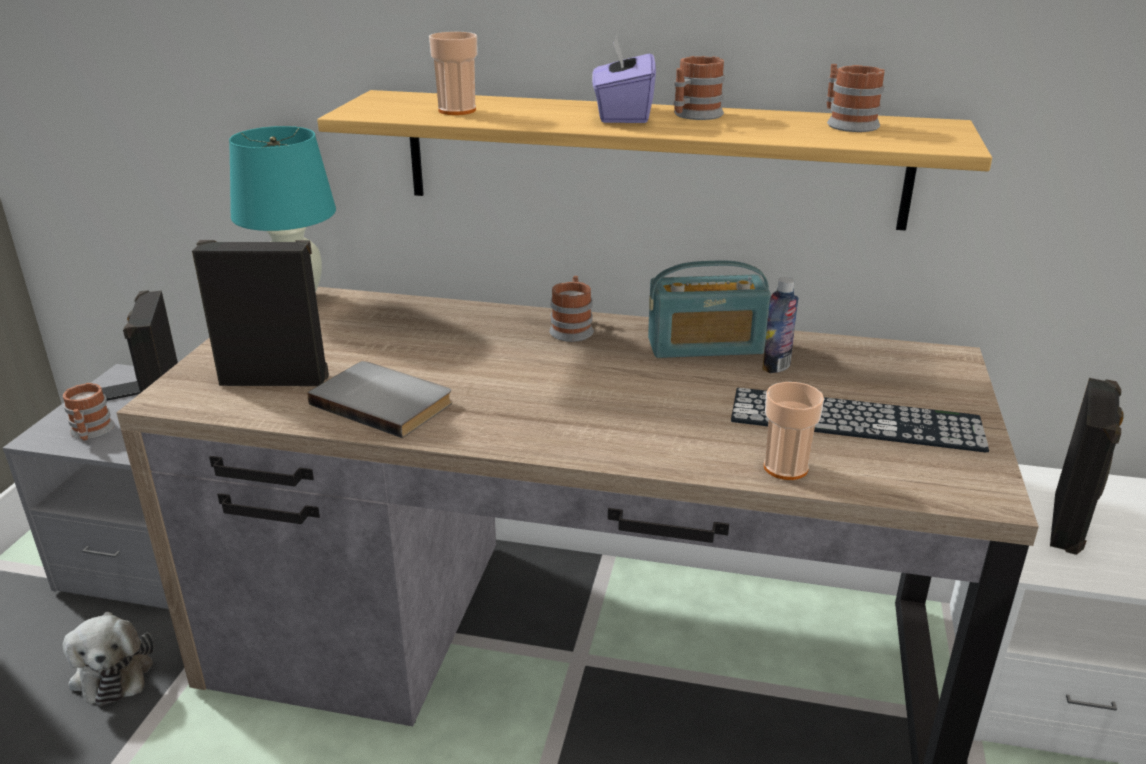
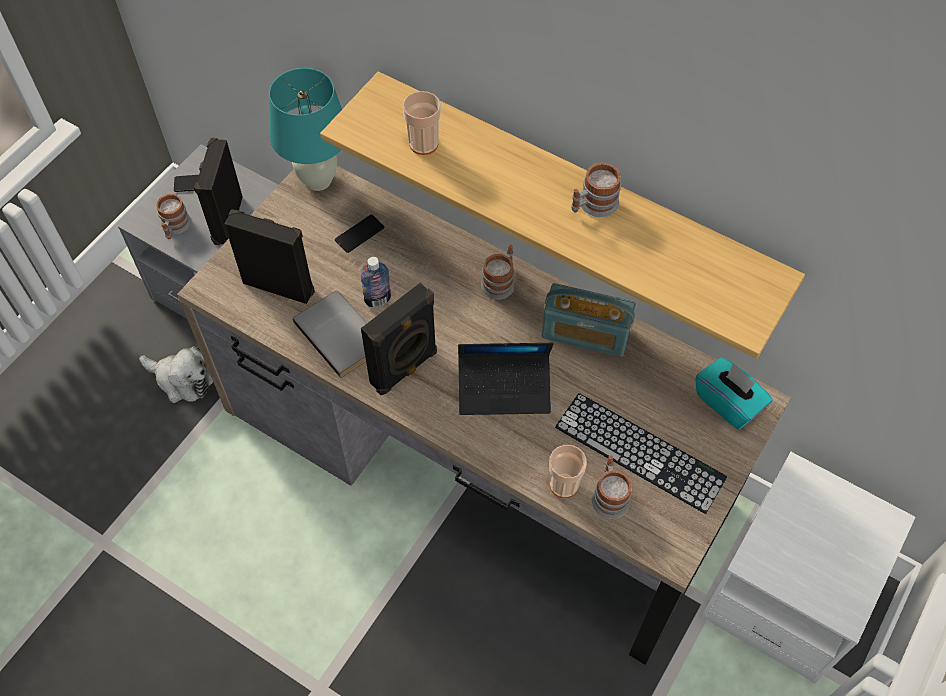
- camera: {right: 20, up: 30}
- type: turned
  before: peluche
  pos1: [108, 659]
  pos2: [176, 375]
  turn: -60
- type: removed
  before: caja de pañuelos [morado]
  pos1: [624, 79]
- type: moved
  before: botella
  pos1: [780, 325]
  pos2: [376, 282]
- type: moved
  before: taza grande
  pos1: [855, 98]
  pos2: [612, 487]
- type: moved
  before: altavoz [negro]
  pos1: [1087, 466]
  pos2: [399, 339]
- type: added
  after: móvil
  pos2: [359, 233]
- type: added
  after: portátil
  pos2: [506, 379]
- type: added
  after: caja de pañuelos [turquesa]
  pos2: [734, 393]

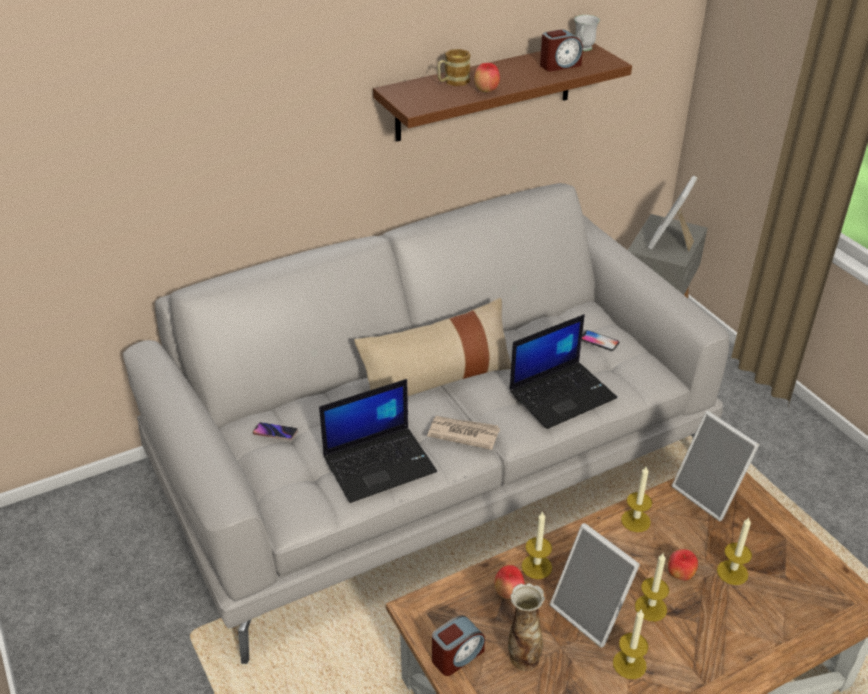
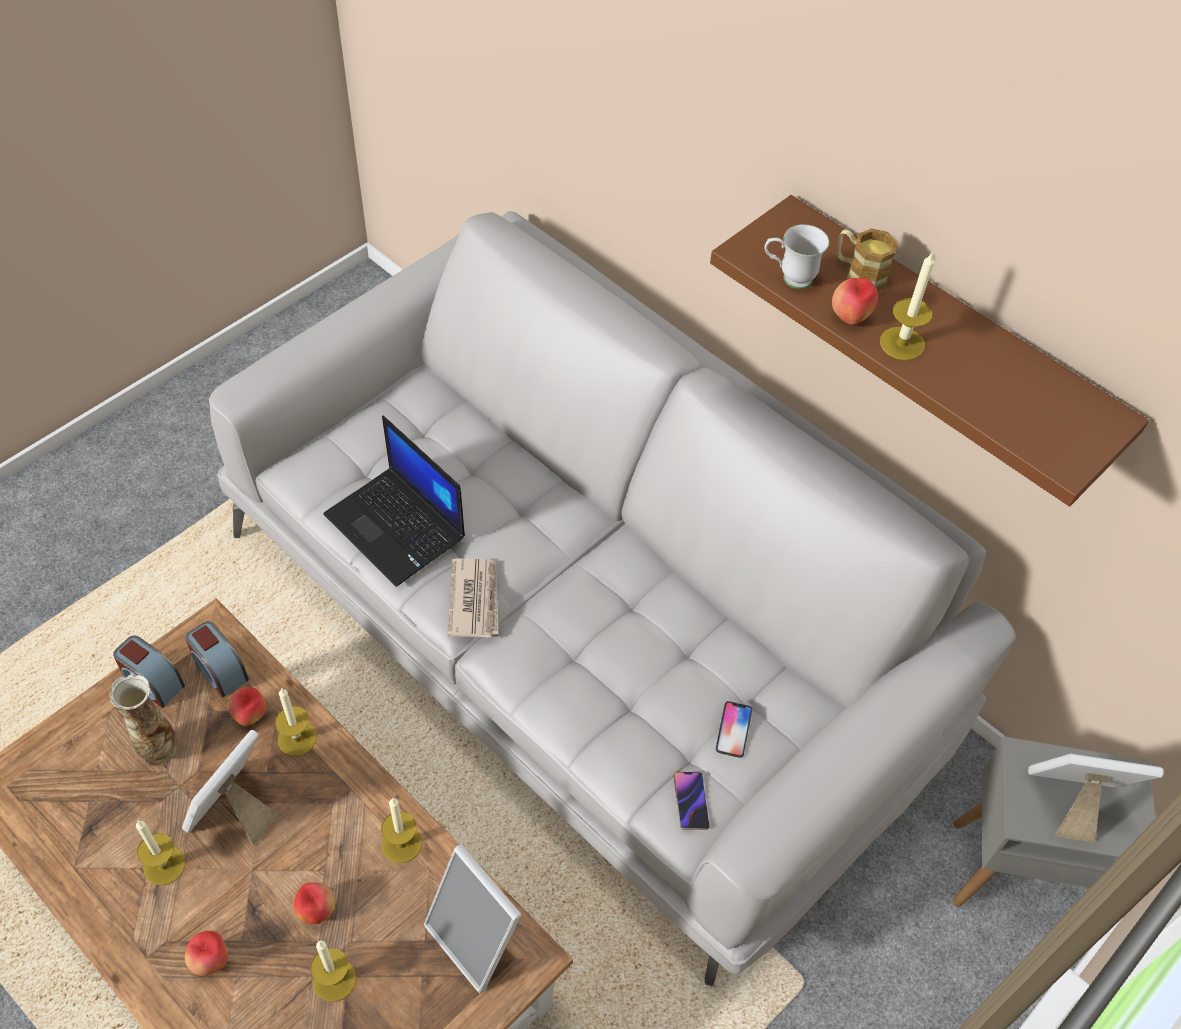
- camera: {right: 70, up: 15}
- type: moved
  before: móvil
  pos1: [275, 431]
  pos2: [691, 800]
- type: removed
  before: cojín [beis]
  pos1: [432, 347]
- type: removed
  before: portátil
  pos1: [563, 371]
- type: moved
  before: despertador
  pos1: [561, 50]
  pos2: [217, 659]
- type: moved
  before: taza grande [blanco]
  pos1: [587, 33]
  pos2: [796, 256]
- type: moved
  before: vela
  pos1: [652, 587]
  pos2: [907, 307]
- type: turned
  before: portarretratos
  pos1: [715, 466]
  pos2: [473, 919]
  turn: -75
- type: added
  after: manzana
  pos2: [206, 953]

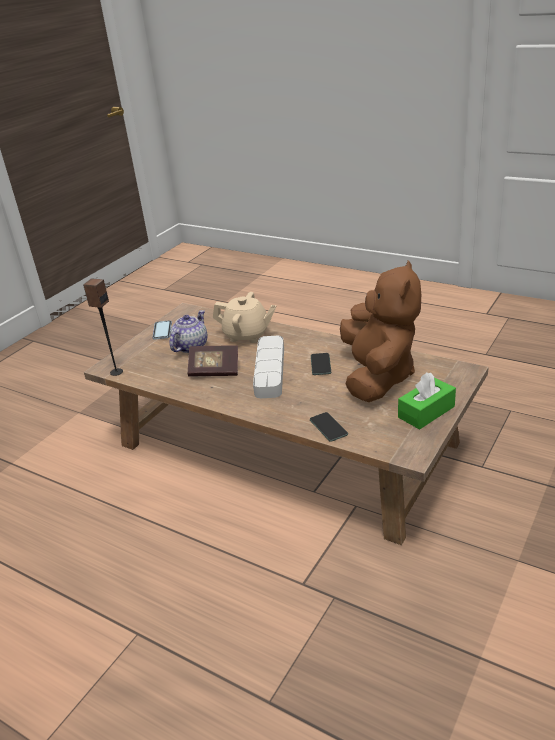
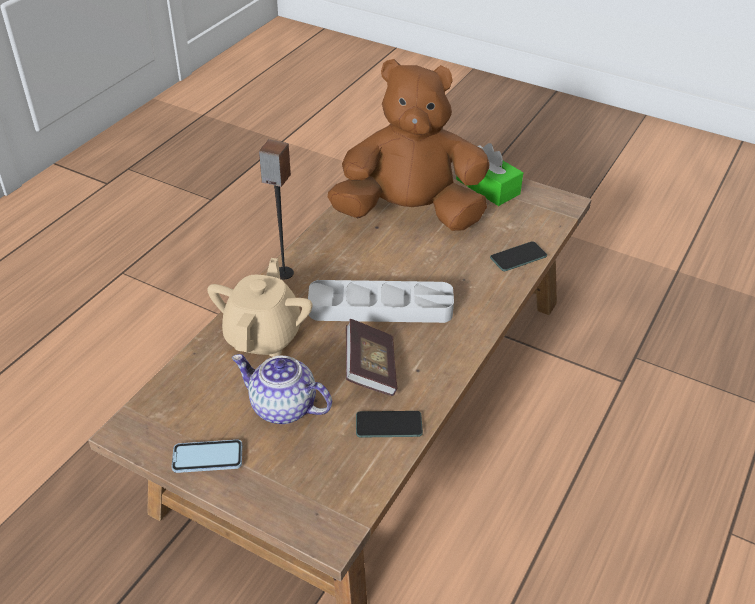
- camera: {right: -95, up: 10}
- type: moved
  before: altavoz
  pos1: [103, 327]
  pos2: [276, 209]
- type: moved
  before: móvil
  pos1: [321, 364]
  pos2: [389, 424]

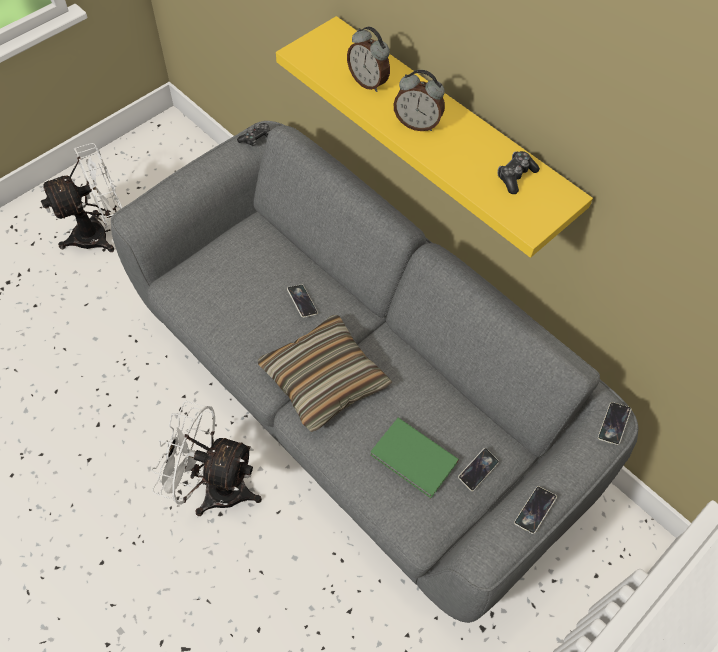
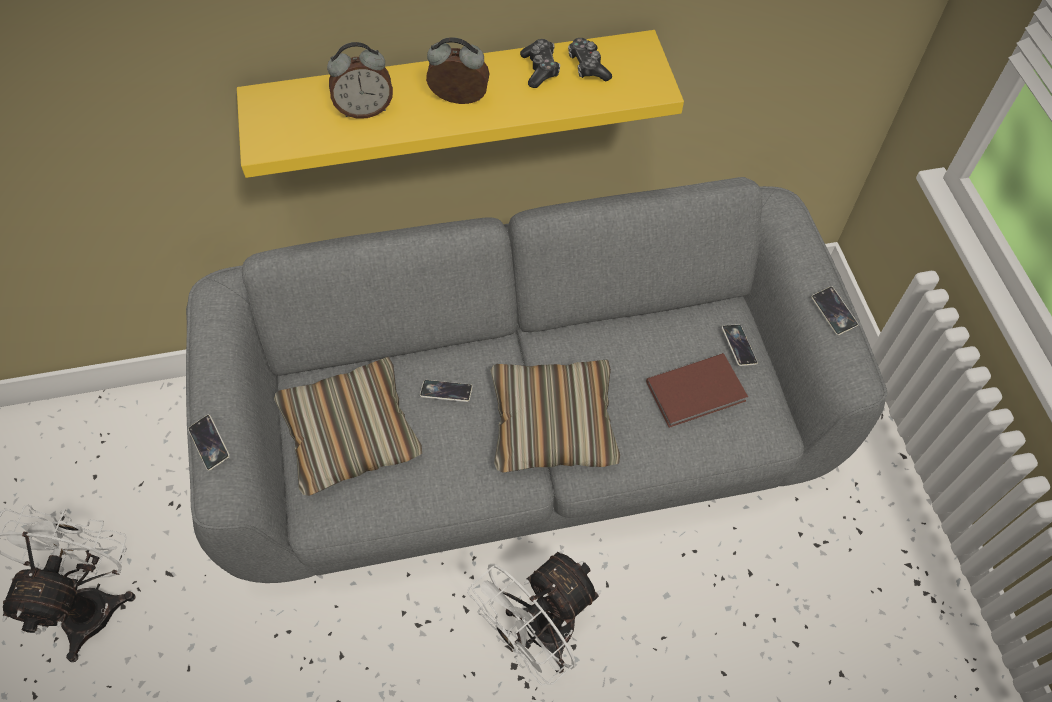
- camera: {right: -55, up: 0}
- type: moved
  before: mando de consola
  pos1: [253, 134]
  pos2: [540, 63]
- type: recoloured
  before: libro [verde]
  after: libro [marrón]
  pos1: [414, 457]
  pos2: [697, 390]
- type: turned
  before: despertador
  pos1: [419, 100]
  pos2: [458, 70]
  turn: -135
- type: moved
  before: móvil
  pos1: [614, 423]
  pos2: [209, 443]
- type: added
  after: cojín
  pos2: [348, 426]

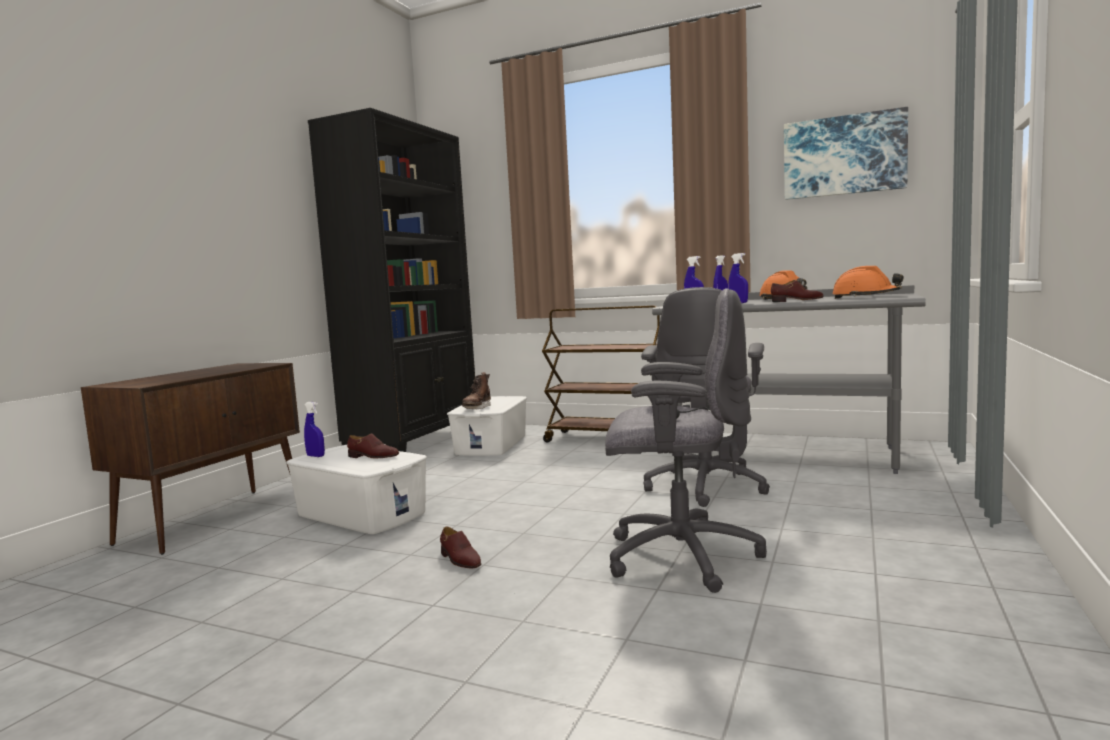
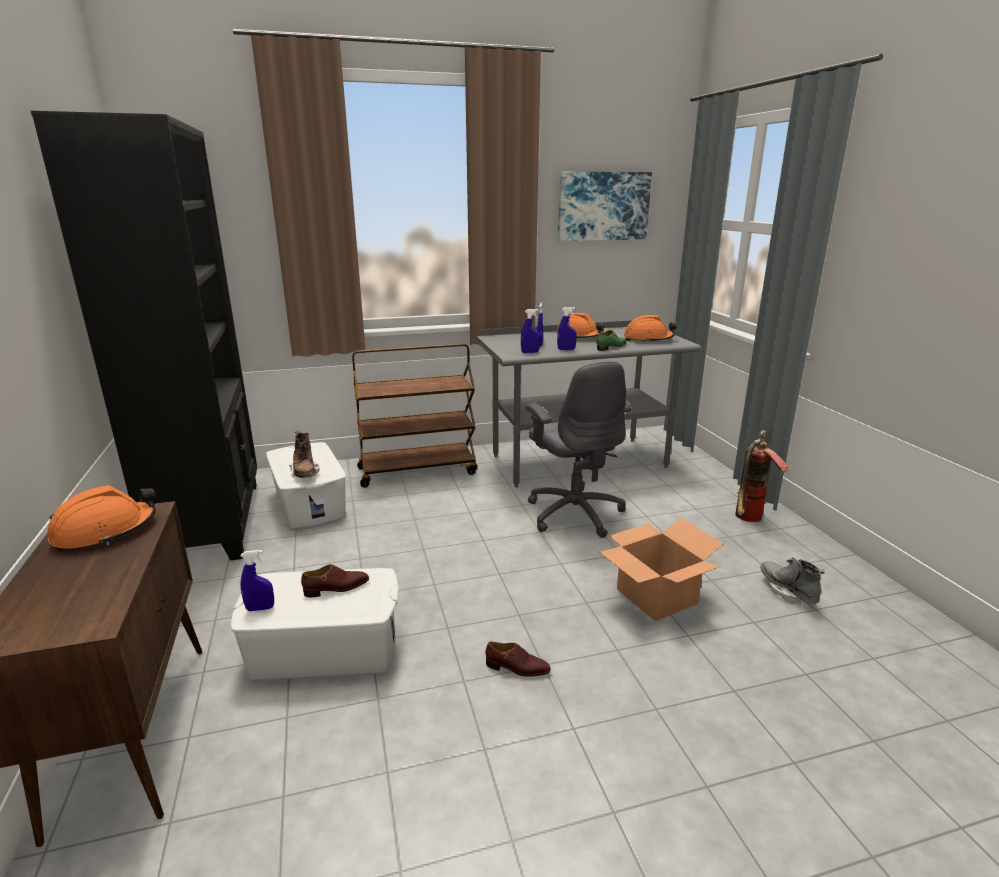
- camera: {right: -40, up: 15}
- type: replaced
  before: silla de oficina [gris]
  after: caja de cartón
  pos1: [686, 440]
  pos2: [661, 569]
- type: recoloured
  before: zapato [marrón]
  after: zapato [verde]
  pos1: [797, 291]
  pos2: [611, 340]
- type: added
  after: casco [naranja]
  pos2: [102, 518]
- type: added
  after: extintor
  pos2: [762, 476]
- type: added
  after: bota [gris]
  pos2: [792, 581]

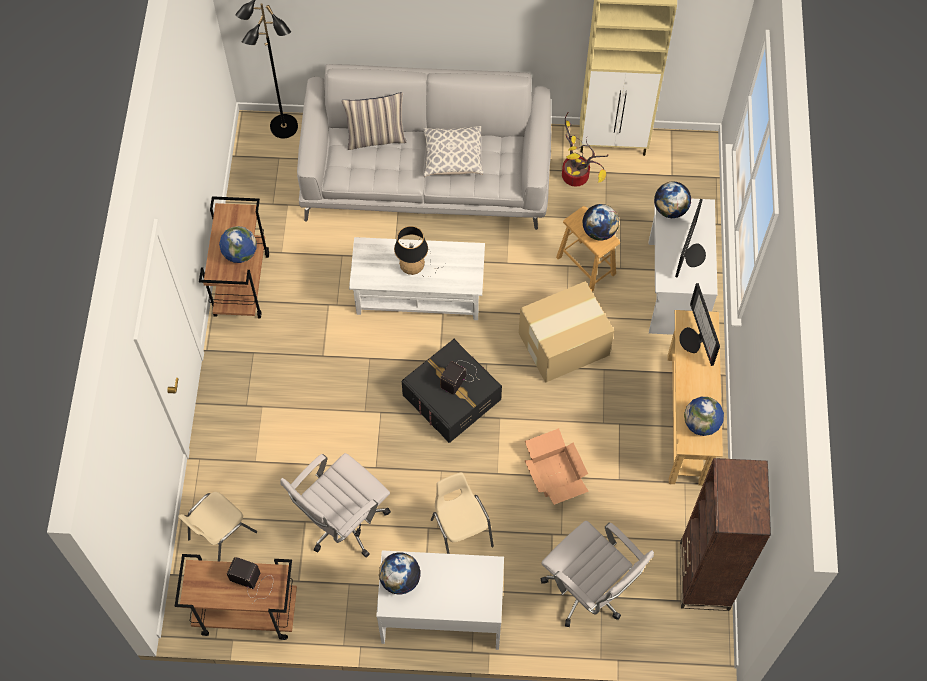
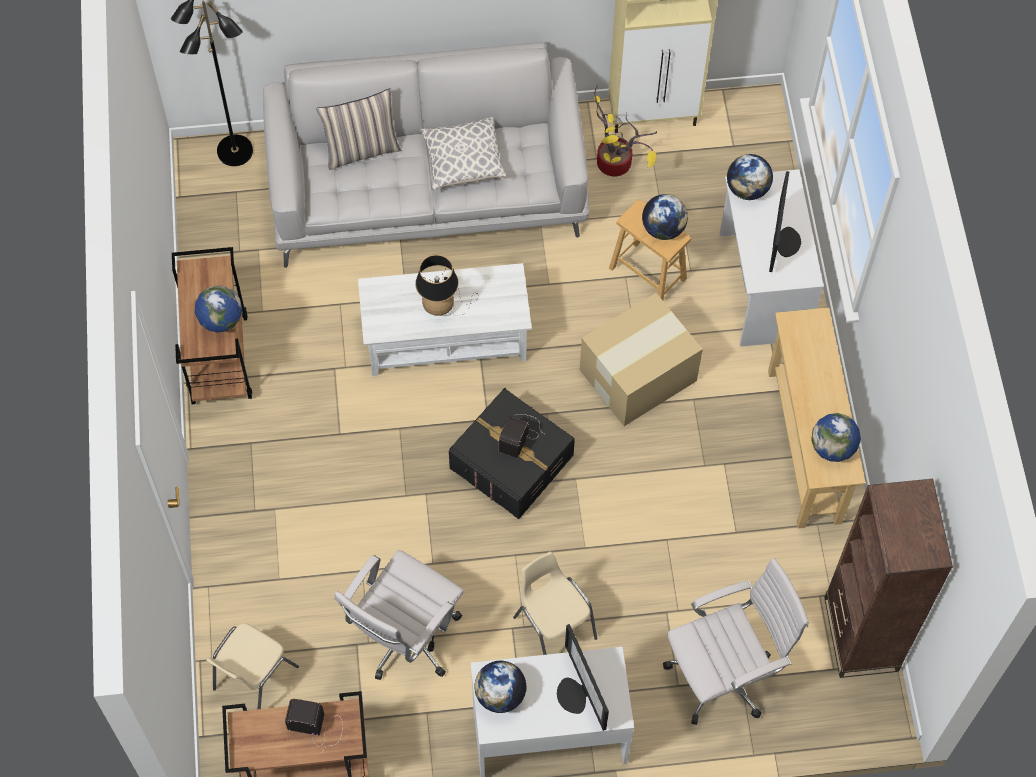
- camera: {right: -10, up: 0}
- type: removed
  before: caja de cartón
  pos1: [557, 466]
- type: turned
  before: silla de oficina [blanco]
  pos1: [597, 574]
  pos2: [736, 641]
  turn: -60
- type: moved
  before: monitor
  pos1: [699, 324]
  pos2: [583, 677]

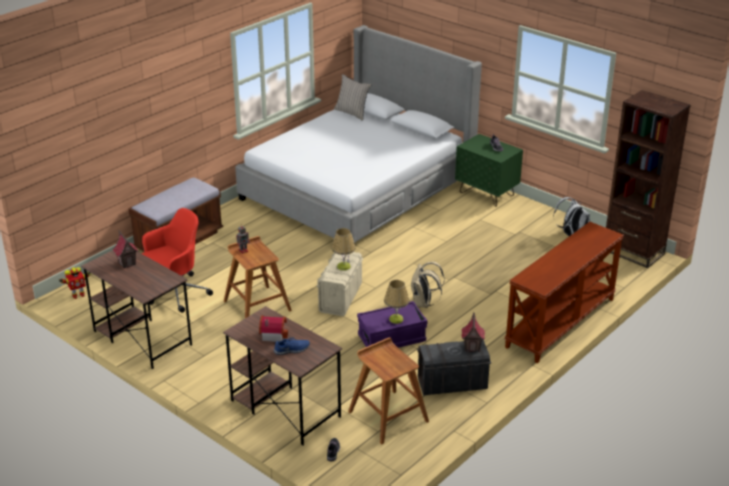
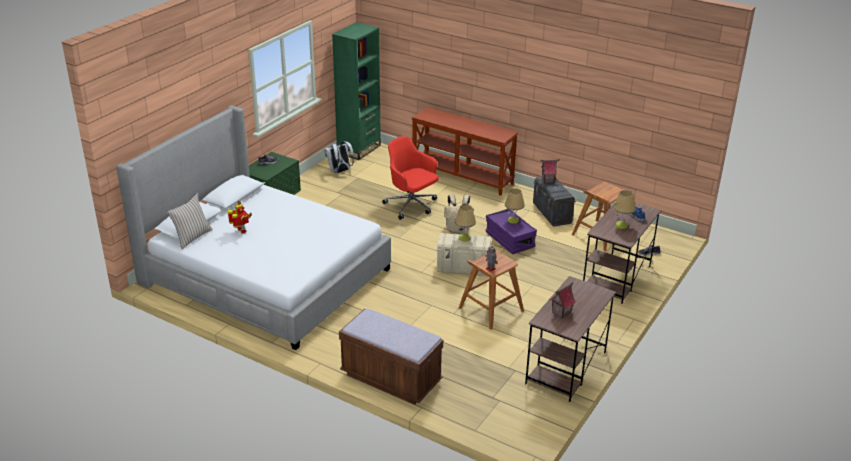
- camera: {right: -100, up: 0}
- type: moved
  before: robot de juguete
  pos1: [74, 283]
  pos2: [239, 216]
- type: moved
  before: silla de oficina [rojo]
  pos1: [177, 260]
  pos2: [410, 178]
- type: replaced
  before: casita
  after: lámpara de mesa
  pos1: [273, 328]
  pos2: [624, 209]
- type: recoloured
  before: estantería [marrón]
  after: estantería [verde]
  pos1: [648, 179]
  pos2: [356, 91]

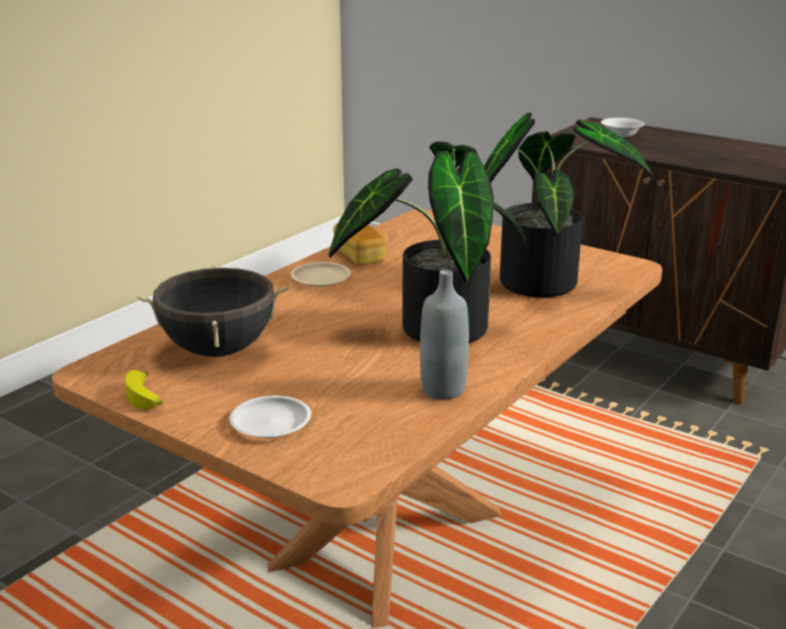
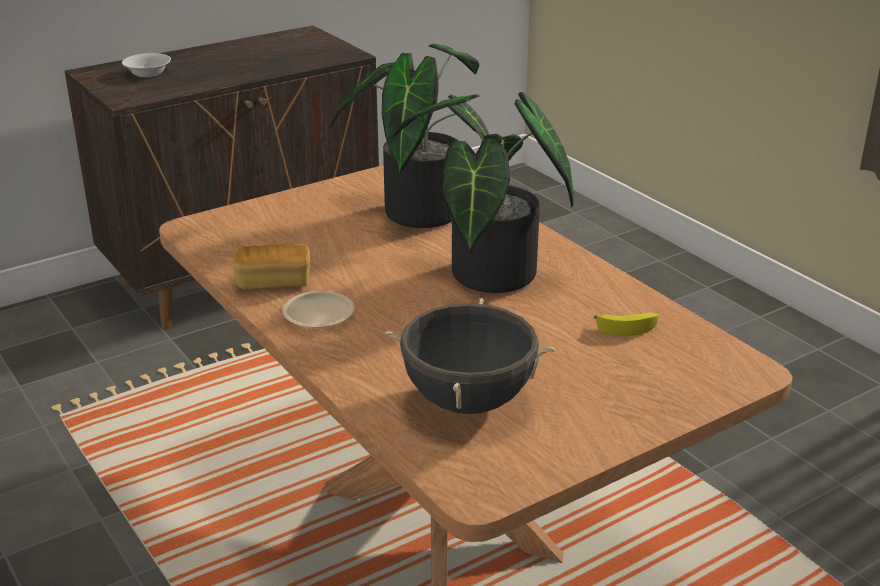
- camera: {right: -70, up: 5}
- type: moved
  before: plátano
  pos1: [144, 389]
  pos2: [626, 324]
- type: removed
  before: plato [blanco]
  pos1: [270, 417]
- type: removed
  before: botella [gris]
  pos1: [444, 334]

